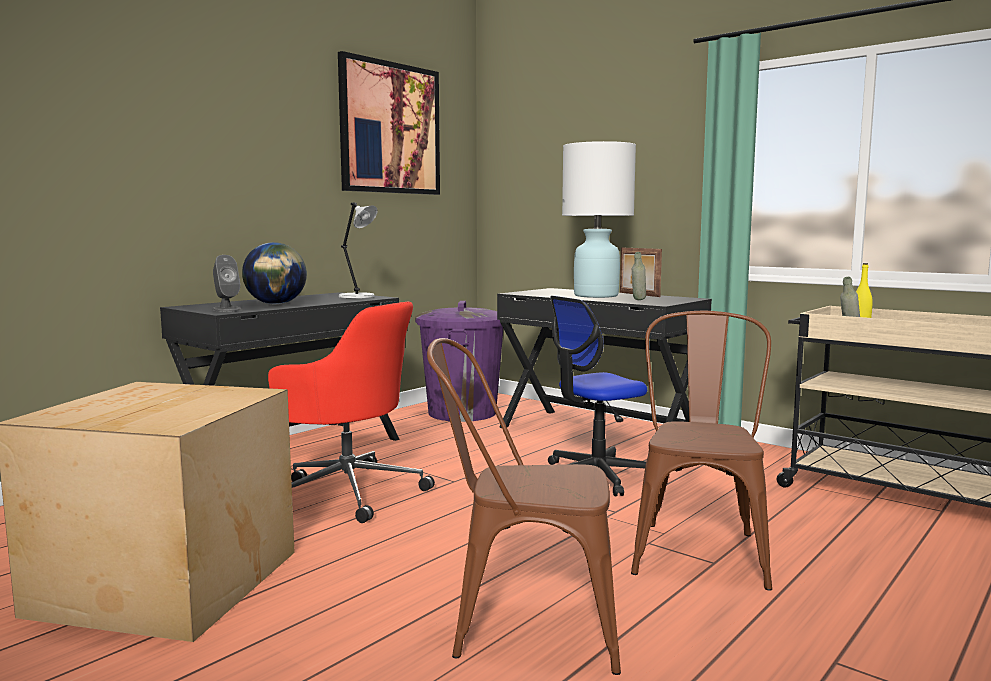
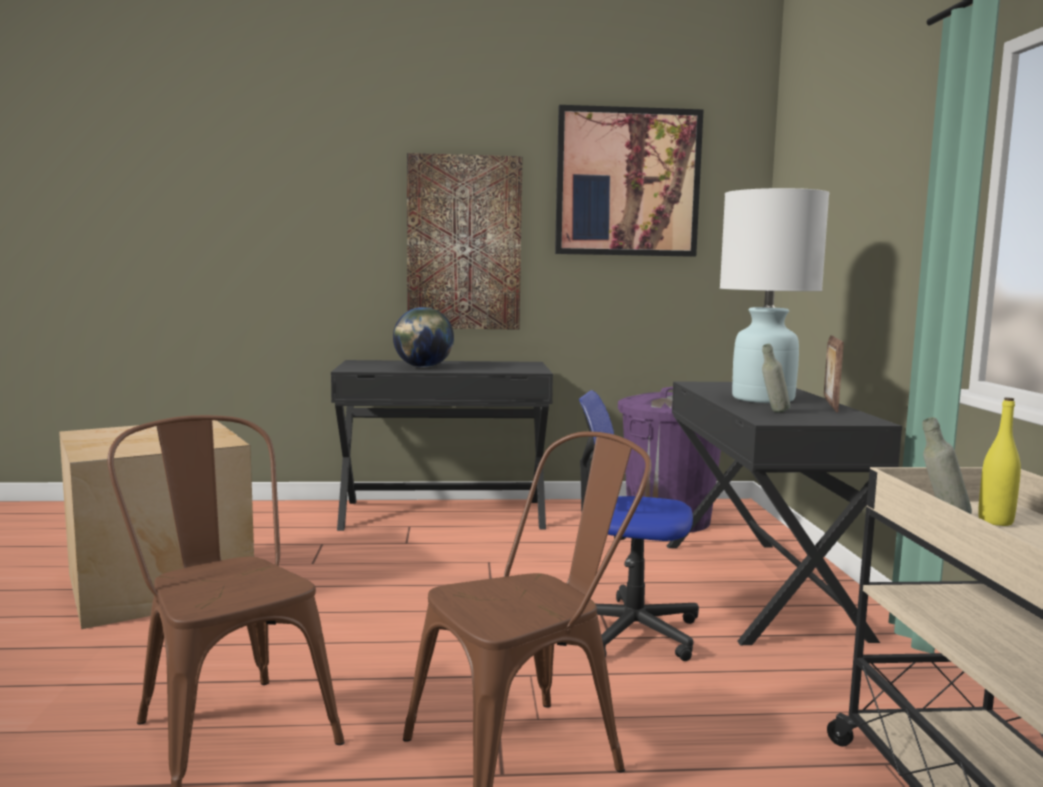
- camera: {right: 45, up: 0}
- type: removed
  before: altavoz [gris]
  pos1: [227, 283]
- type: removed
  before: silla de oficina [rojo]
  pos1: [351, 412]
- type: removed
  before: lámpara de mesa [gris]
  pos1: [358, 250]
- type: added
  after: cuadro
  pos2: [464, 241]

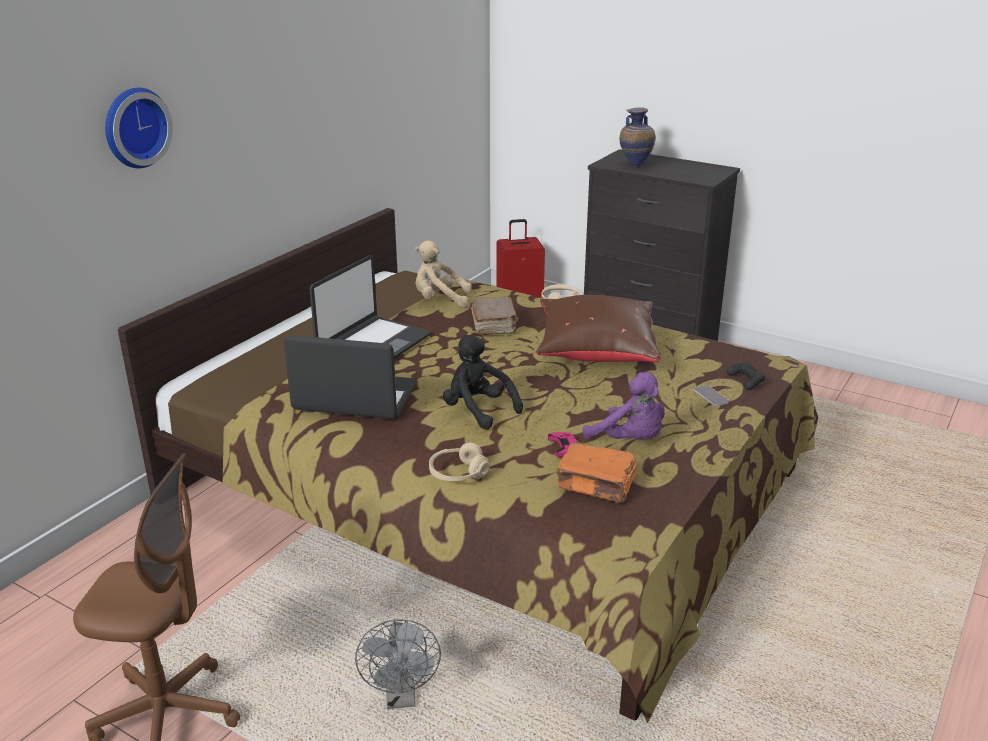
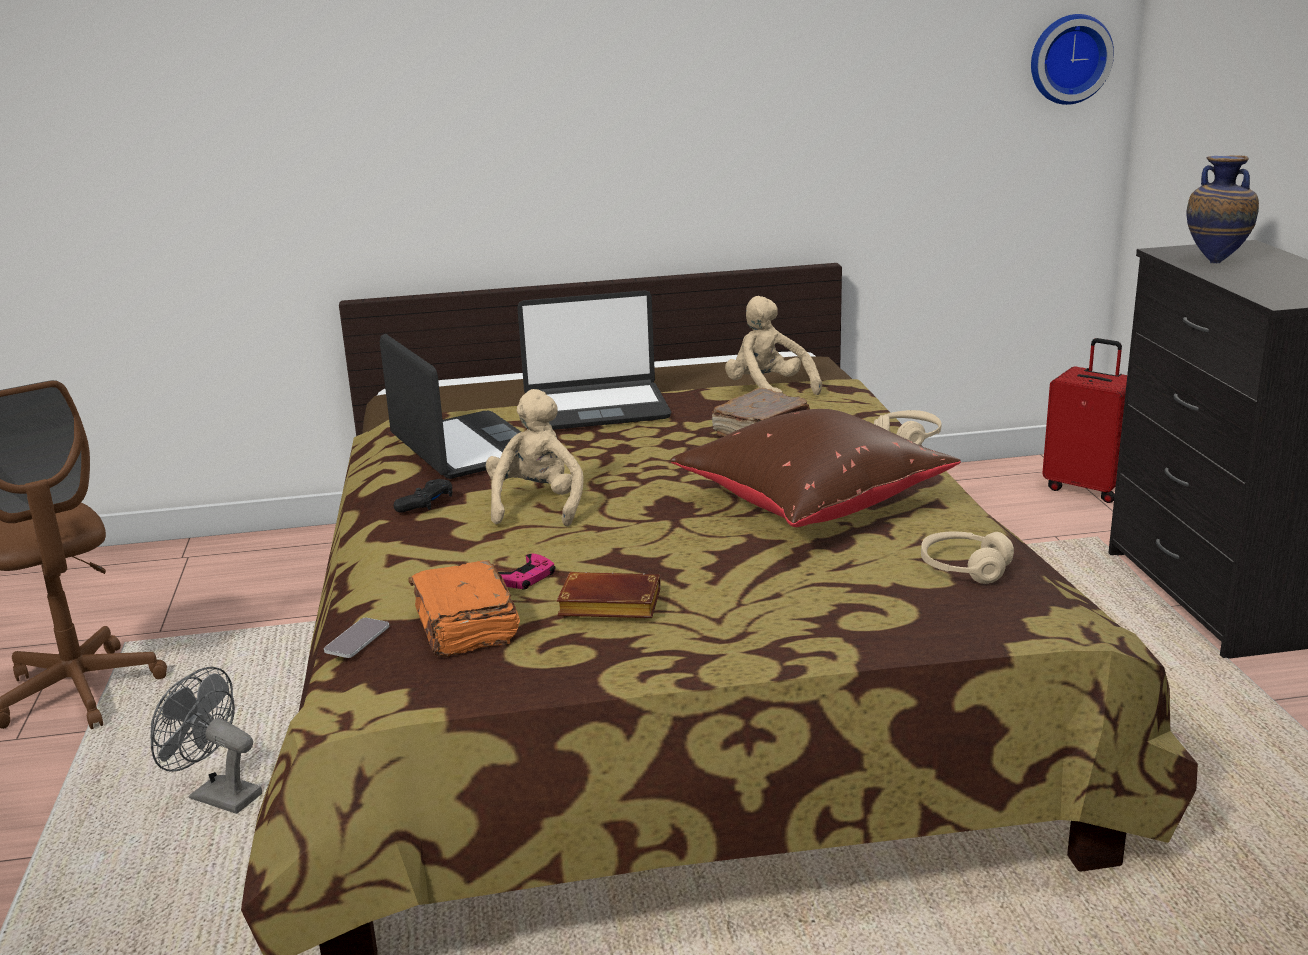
- camera: {right: 50, up: -5}
- type: moved
  before: reloj de pared
  pos1: [139, 128]
  pos2: [1072, 59]
- type: turned
  before: ventilador [gris]
  pos1: [398, 664]
  pos2: [206, 740]
  turn: 75
- type: moved
  before: auriculares [beis]
  pos1: [459, 462]
  pos2: [967, 558]
- type: recoloured
  before: peluche [negro]
  after: peluche [beis]
  pos1: [483, 382]
  pos2: [535, 457]
- type: replaced
  before: peluche [morado]
  after: libro [marrón]
  pos1: [624, 406]
  pos2: [609, 595]
- type: moved
  before: móvil
  pos1: [711, 395]
  pos2: [356, 638]
- type: moved
  before: mando de consola [negro]
  pos1: [746, 376]
  pos2: [423, 496]

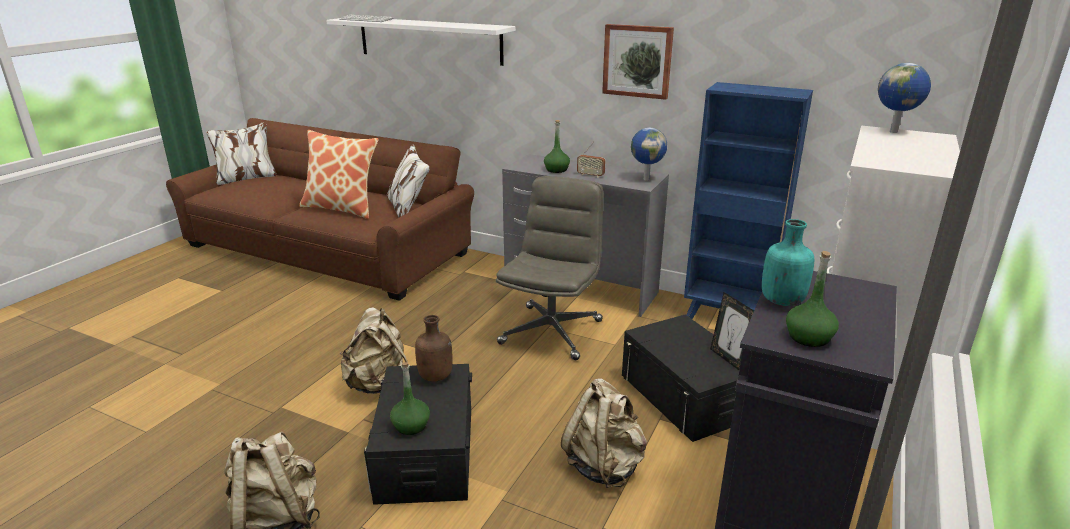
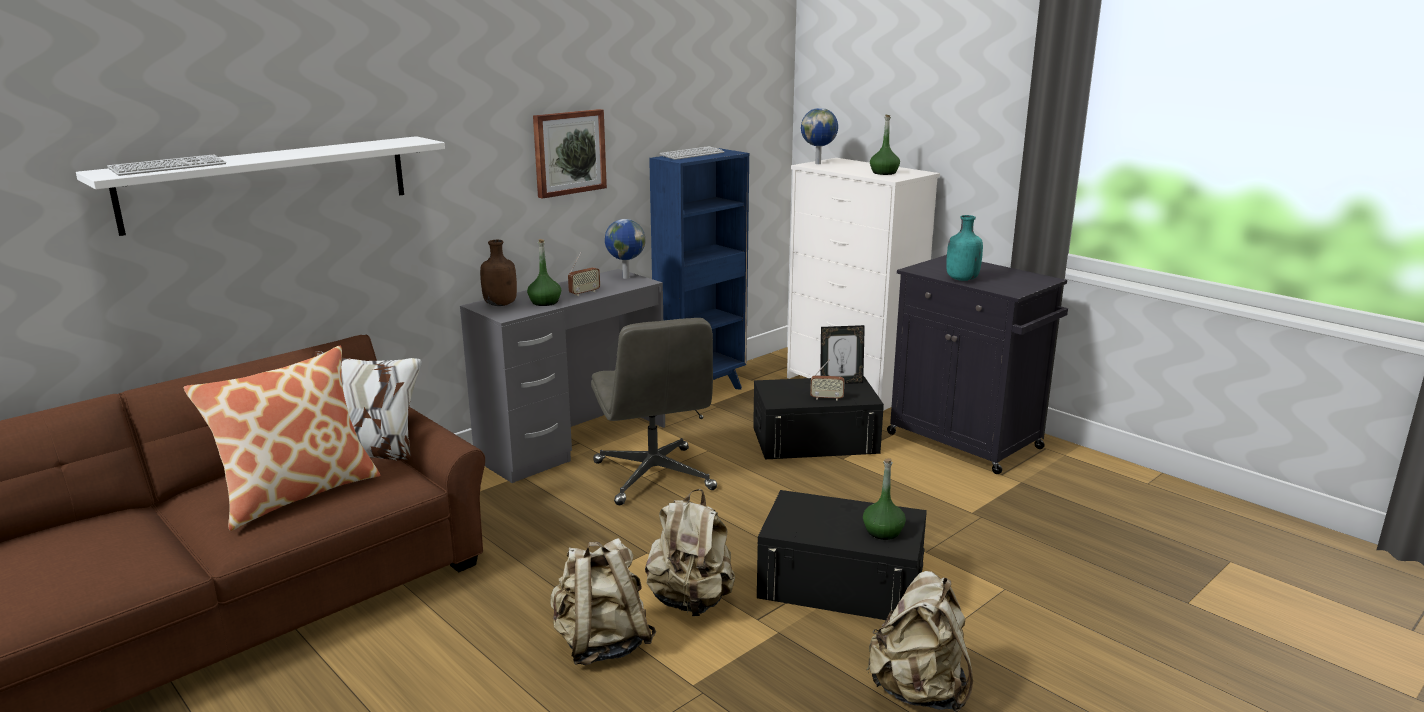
- camera: {right: -70, up: -5}
- type: moved
  before: botella [marrón]
  pos1: [434, 348]
  pos2: [498, 273]
- type: turned
  before: silla de oficina [gris]
  pos1: [549, 268]
  pos2: [654, 411]
  turn: -150
- type: moved
  before: mochila [beis]
  pos1: [604, 433]
  pos2: [603, 601]
- type: moved
  before: botella [verde]
  pos1: [812, 299]
  pos2: [885, 144]
- type: added
  after: teclado
  pos2: [692, 153]
- type: added
  after: radio
  pos2: [827, 380]

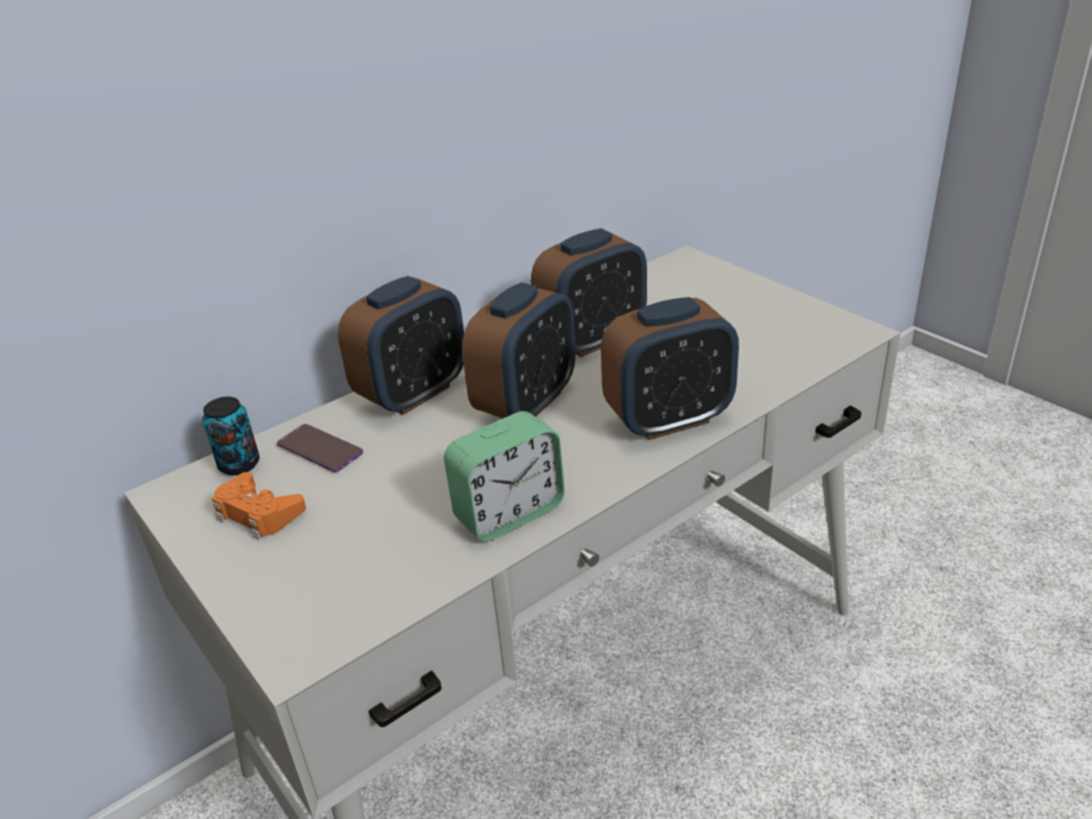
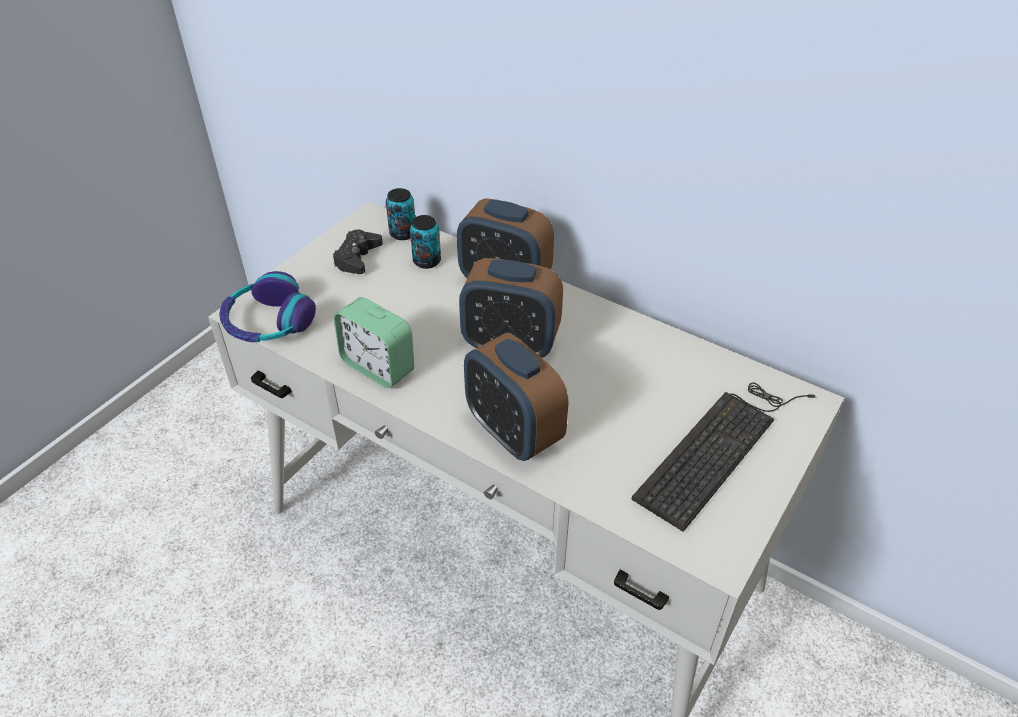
- camera: {right: 70, up: 10}
- type: recoloured
  before: mando de consola [naranja]
  after: mando de consola [negro]
  pos1: [259, 506]
  pos2: [358, 252]
- type: replaced
  before: móvil
  after: lata
  pos1: [320, 448]
  pos2: [425, 242]
- type: removed
  before: despertador
  pos1: [589, 293]
- type: added
  after: auriculares
  pos2: [267, 306]
- type: added
  after: teclado
  pos2: [723, 457]

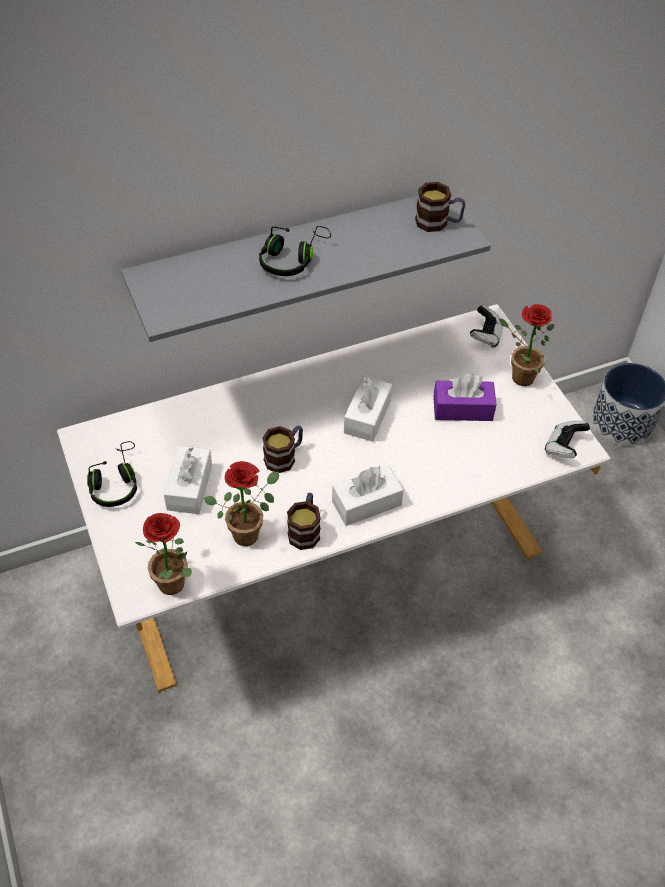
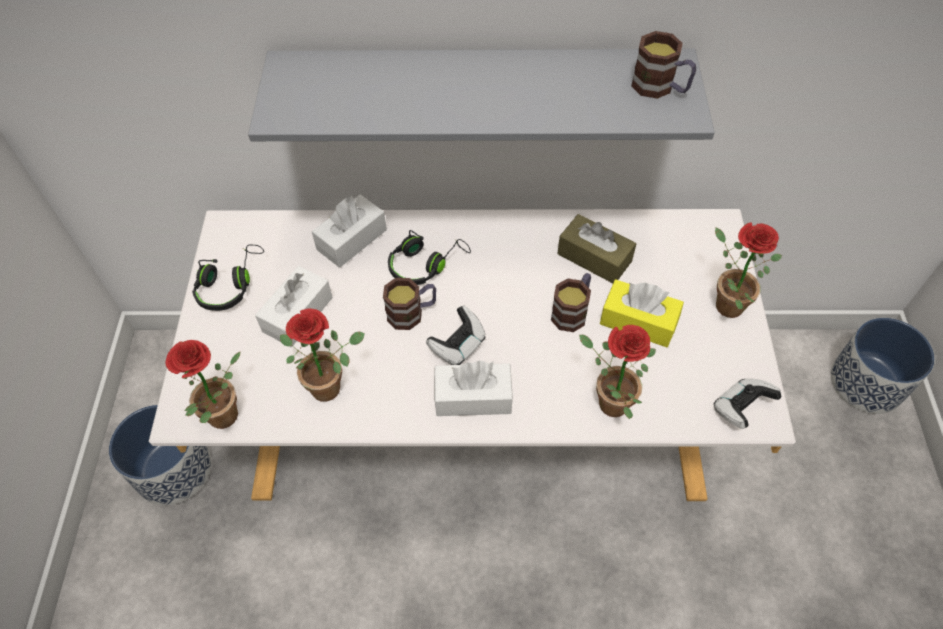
- camera: {right: 25, up: 5}
- type: moved
  before: auriculares [negro]
  pos1: [295, 251]
  pos2: [429, 257]
- type: moved
  before: taza grande
  pos1: [304, 521]
  pos2: [571, 302]
- type: moved
  before: caja de pañuelos [blanco]
  pos1: [368, 409]
  pos2: [349, 231]
- type: recoloured
  before: caja de pañuelos [morado]
  after: caja de pañuelos [amarillo]
  pos1: [464, 397]
  pos2: [642, 313]
- type: moved
  before: mando de consola
  pos1: [486, 326]
  pos2: [456, 335]
- type: added
  after: maceta
  pos2: [160, 455]
- type: added
  after: caja de pañuelos [marrón]
  pos2: [596, 248]
- type: added
  after: planta en maceta
  pos2: [617, 372]

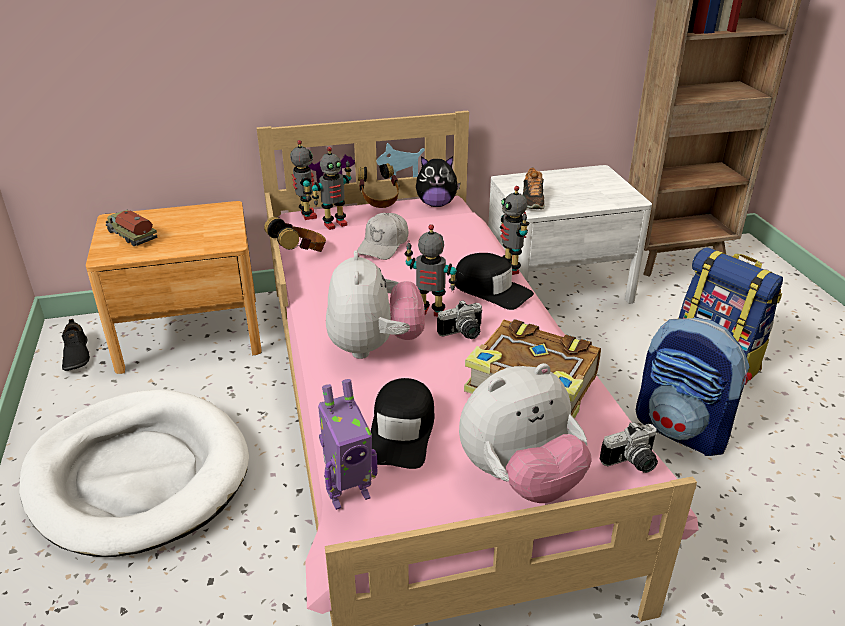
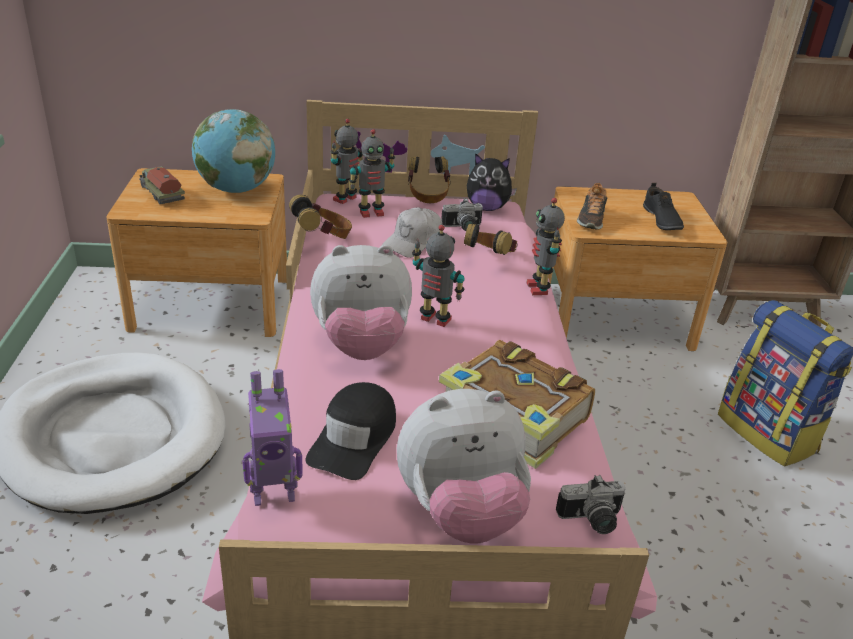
- camera: {right: 10, up: 0}
- type: moved
  before: zapato [negro]
  pos1: [76, 345]
  pos2: [663, 206]
- type: turned
  before: robot de juguete
  pos1: [303, 180]
  pos2: [346, 161]
  turn: -135
- type: turned
  before: peluche
  pos1: [375, 304]
  pos2: [361, 302]
  turn: 75
- type: moved
  before: cámara
  pos1: [459, 319]
  pos2: [462, 215]
- type: removed
  before: gorra [negro]
  pos1: [494, 281]
- type: recoloured
  before: mesita de noche [blanco]
  after: mesita de noche [marrón]
  pos1: [570, 234]
  pos2: [638, 268]
- type: removed
  before: mochila
  pos1: [694, 387]
- type: added
  after: globo terráqueo
  pos2: [233, 151]
- type: added
  after: auriculares
  pos2: [491, 239]

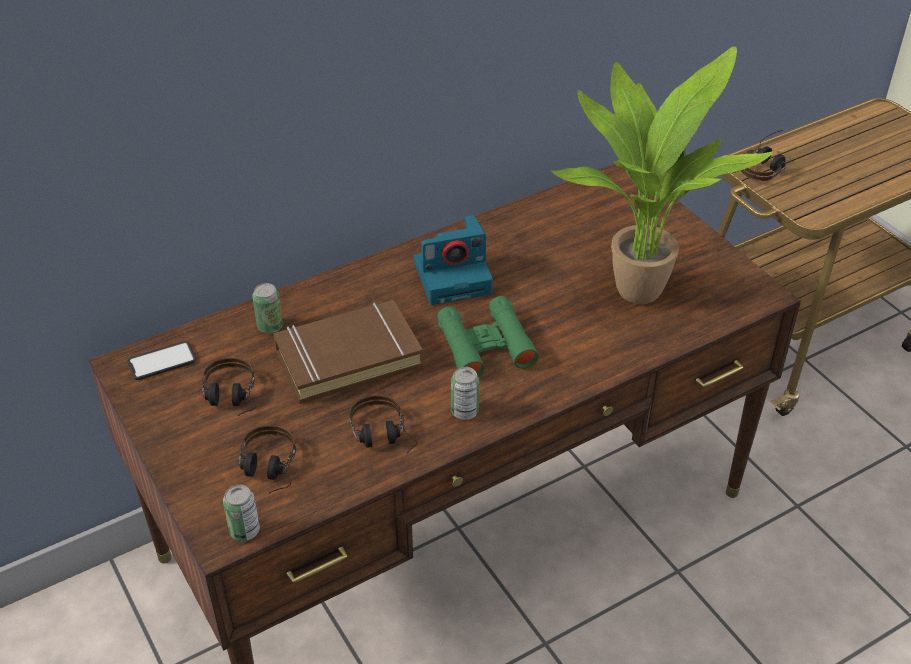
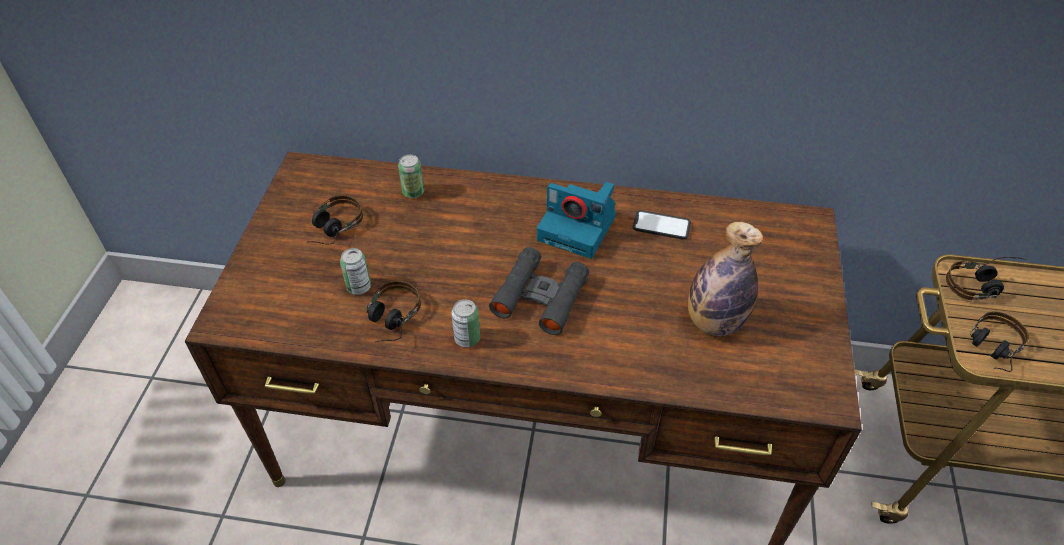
- camera: {right: 40, up: 5}
- type: moved
  before: móvil
  pos1: [162, 360]
  pos2: [662, 224]
- type: moved
  before: lata
  pos1: [241, 512]
  pos2: [355, 271]
- type: moved
  before: auriculares
  pos1: [267, 459]
  pos2: [999, 341]
- type: removed
  before: libro [marrón]
  pos1: [348, 352]
- type: recoloured
  before: prismáticos [verde]
  after: prismáticos [negro]
  pos1: [488, 336]
  pos2: [539, 291]
- type: replaced
  before: planta en maceta
  after: botella
  pos1: [662, 175]
  pos2: [725, 279]

